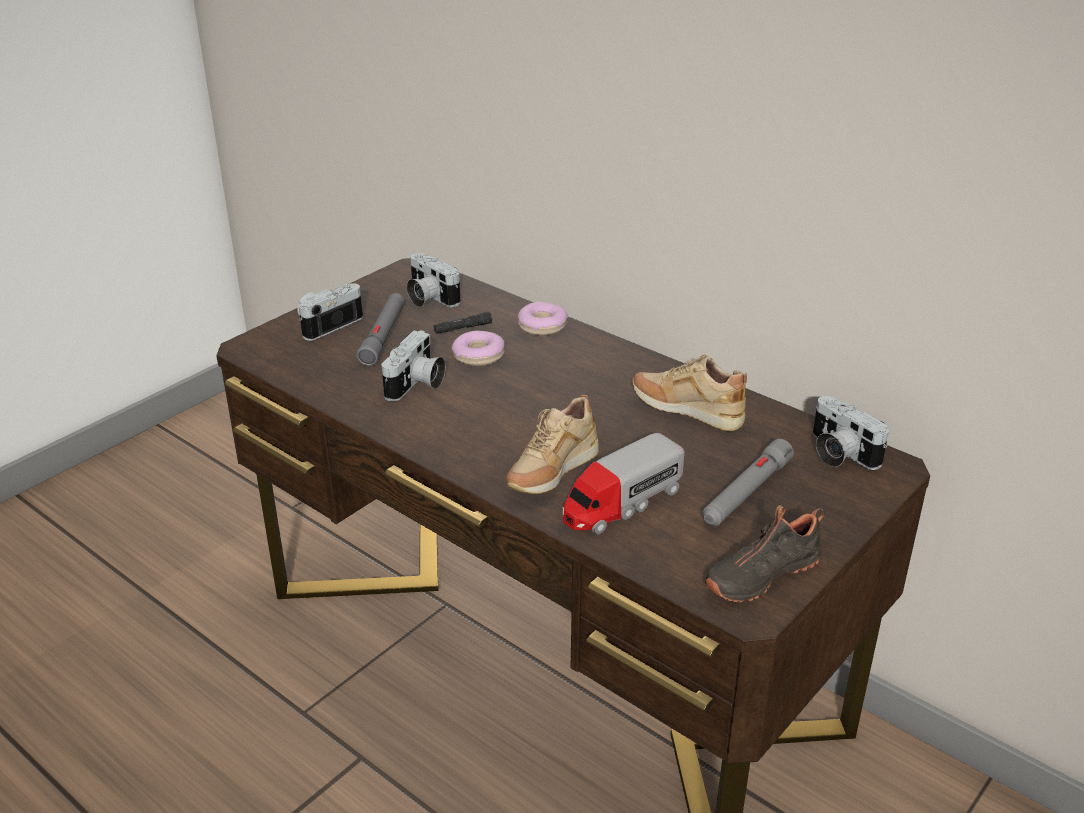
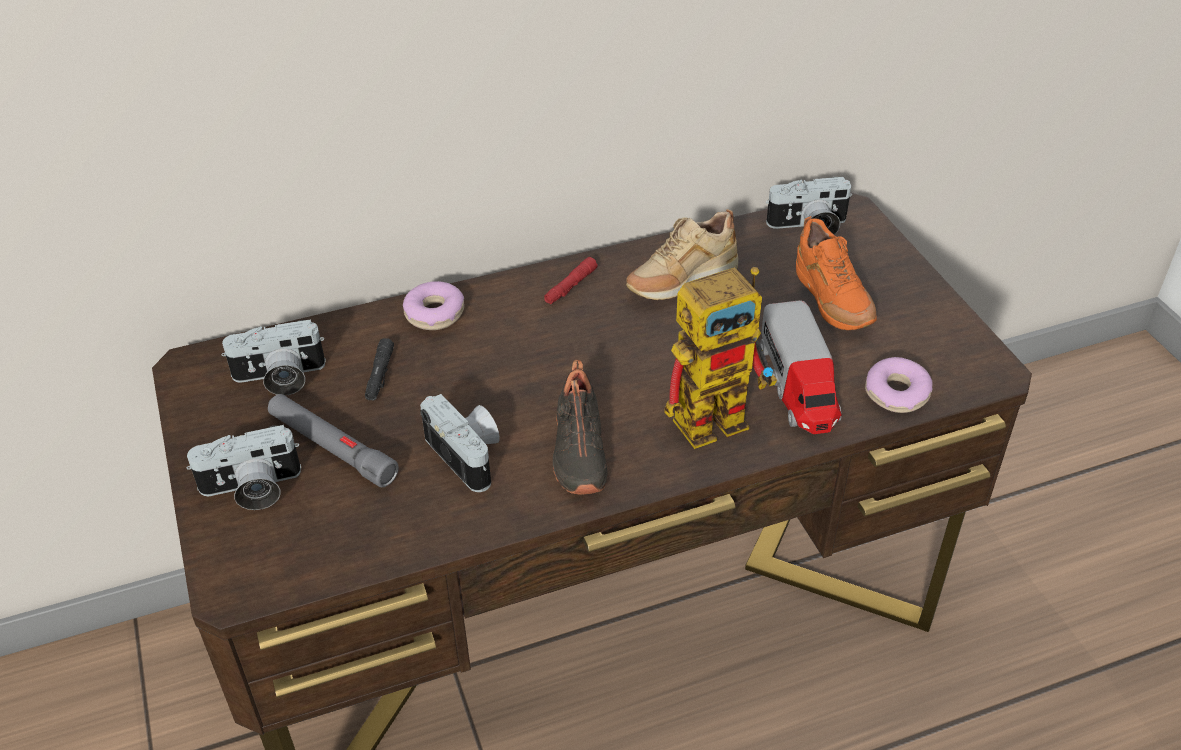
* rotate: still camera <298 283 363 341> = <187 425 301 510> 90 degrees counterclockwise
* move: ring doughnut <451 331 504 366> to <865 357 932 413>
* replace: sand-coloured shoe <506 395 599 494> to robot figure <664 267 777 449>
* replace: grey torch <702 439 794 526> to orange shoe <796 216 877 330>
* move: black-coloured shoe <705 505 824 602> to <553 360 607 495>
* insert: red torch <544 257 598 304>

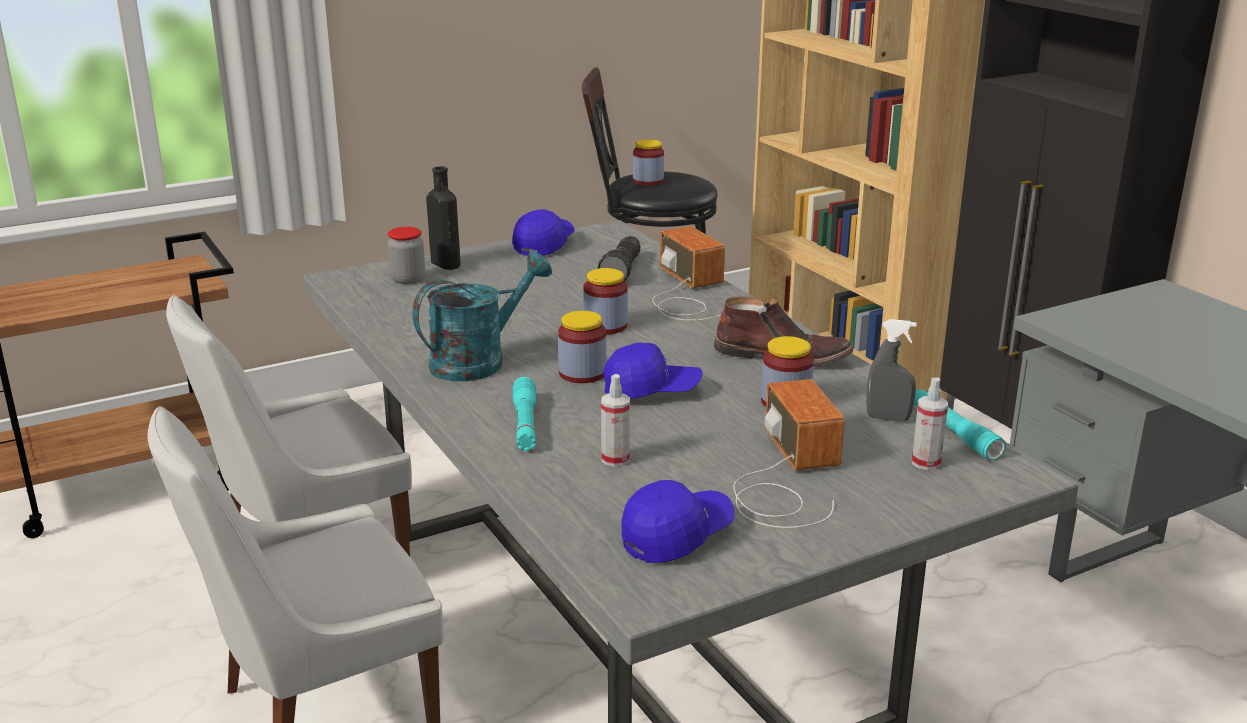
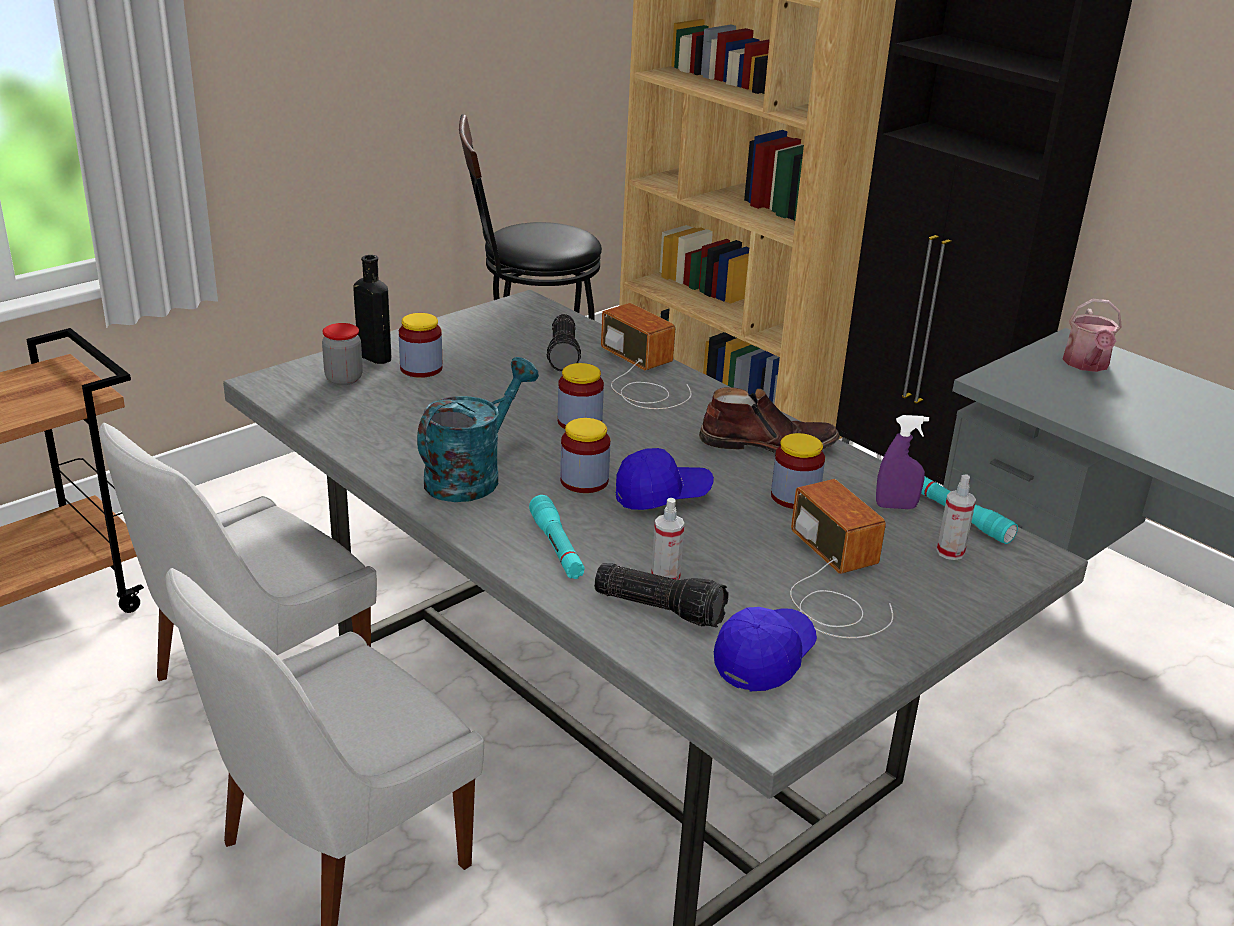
* move: jar <633 139 664 186> to <399 313 442 378>
* delete: bluish peaked cap <512 209 575 256>
* recolor: grey hand sprayer <866 319 917 422> to purple-coloured hand sprayer <876 415 929 509>
* insert: watering can <1063 299 1122 372>
* insert: torch <594 563 729 628>

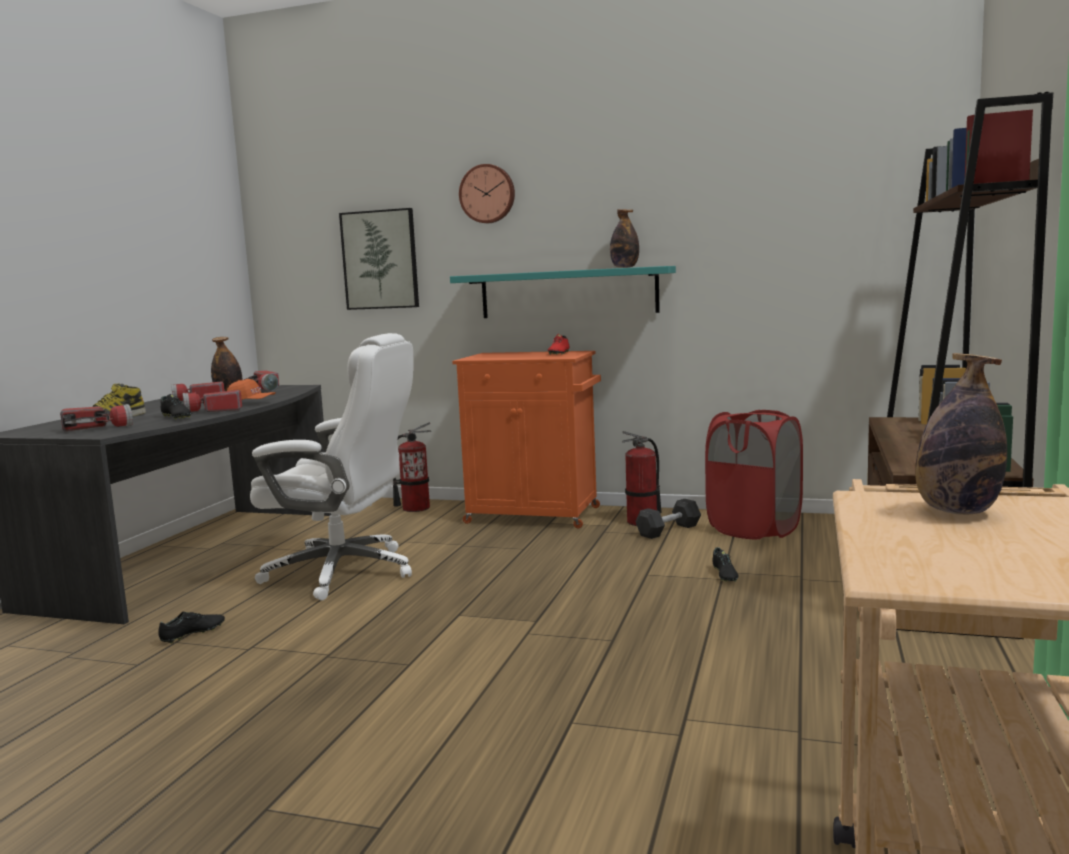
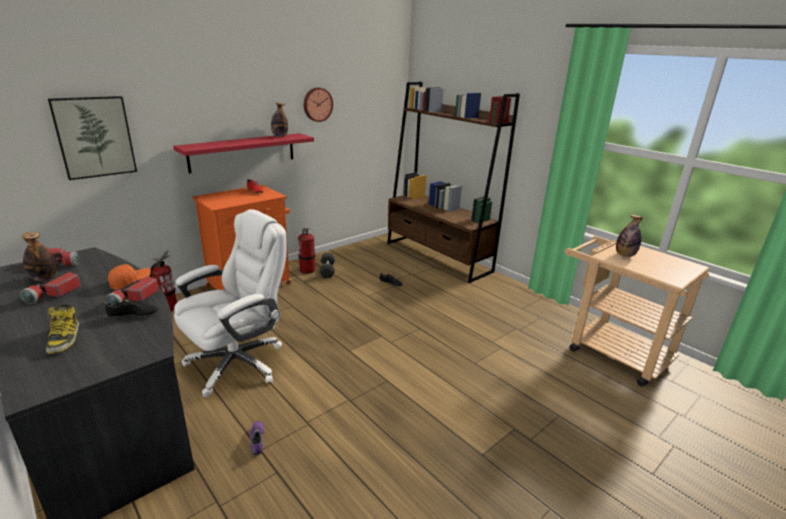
* move: wall clock <459 164 515 223> to <304 87 333 122>
* recolor: blue-green shelf <450 266 676 318> to red shelf <173 133 314 173>
* delete: torch <60 404 133 431>
* delete: red laundry basket <705 410 803 539>
* recolor: black-coloured shoe <158 612 225 644> to purple-coloured shoe <250 421 264 455>

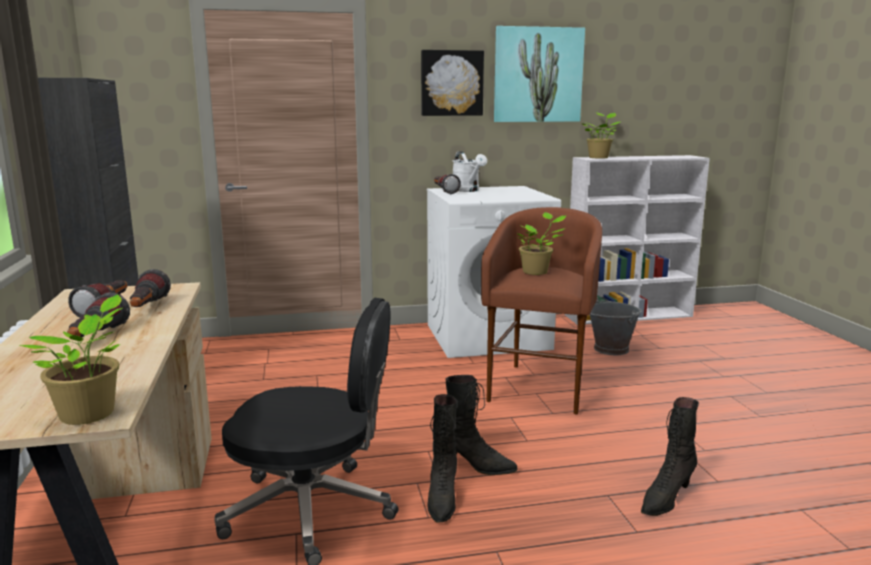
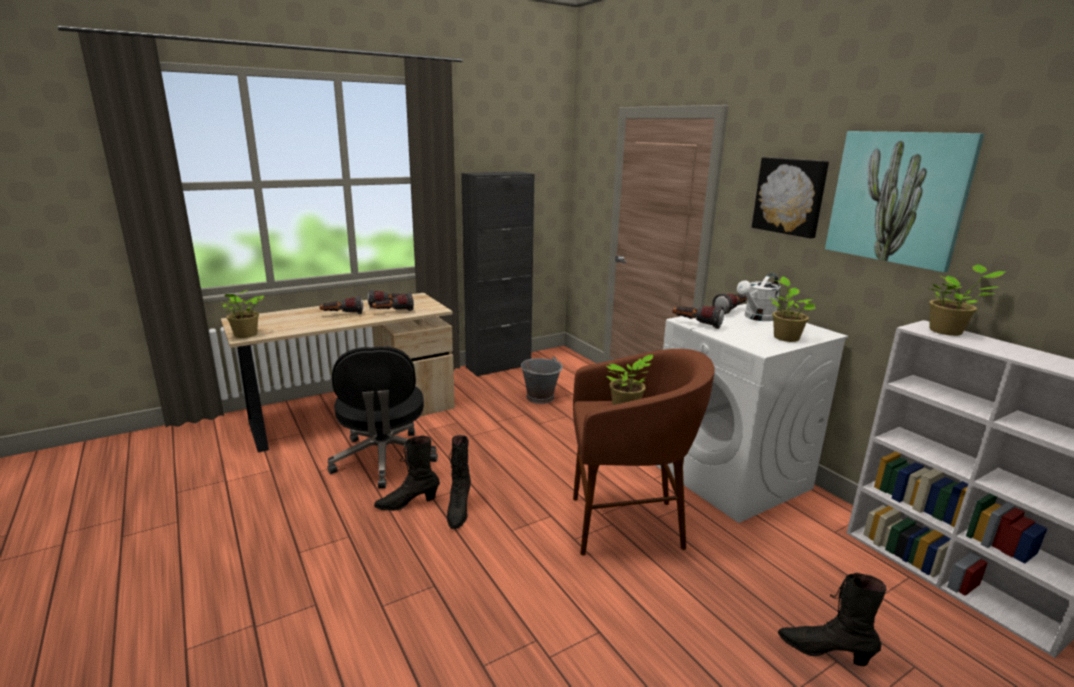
* move: grey bucket <590 298 642 355> to <521 356 563 404>
* move: black-coloured tall boot <641 397 699 516> to <778 573 887 666>
* insert: potted plant <769 276 816 342>
* insert: torch <673 306 724 329>

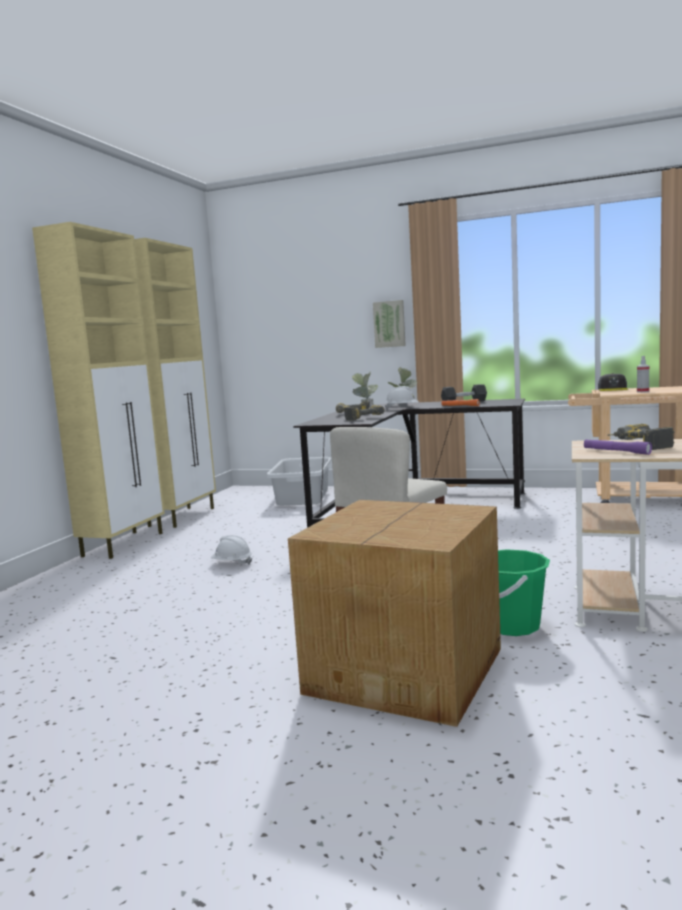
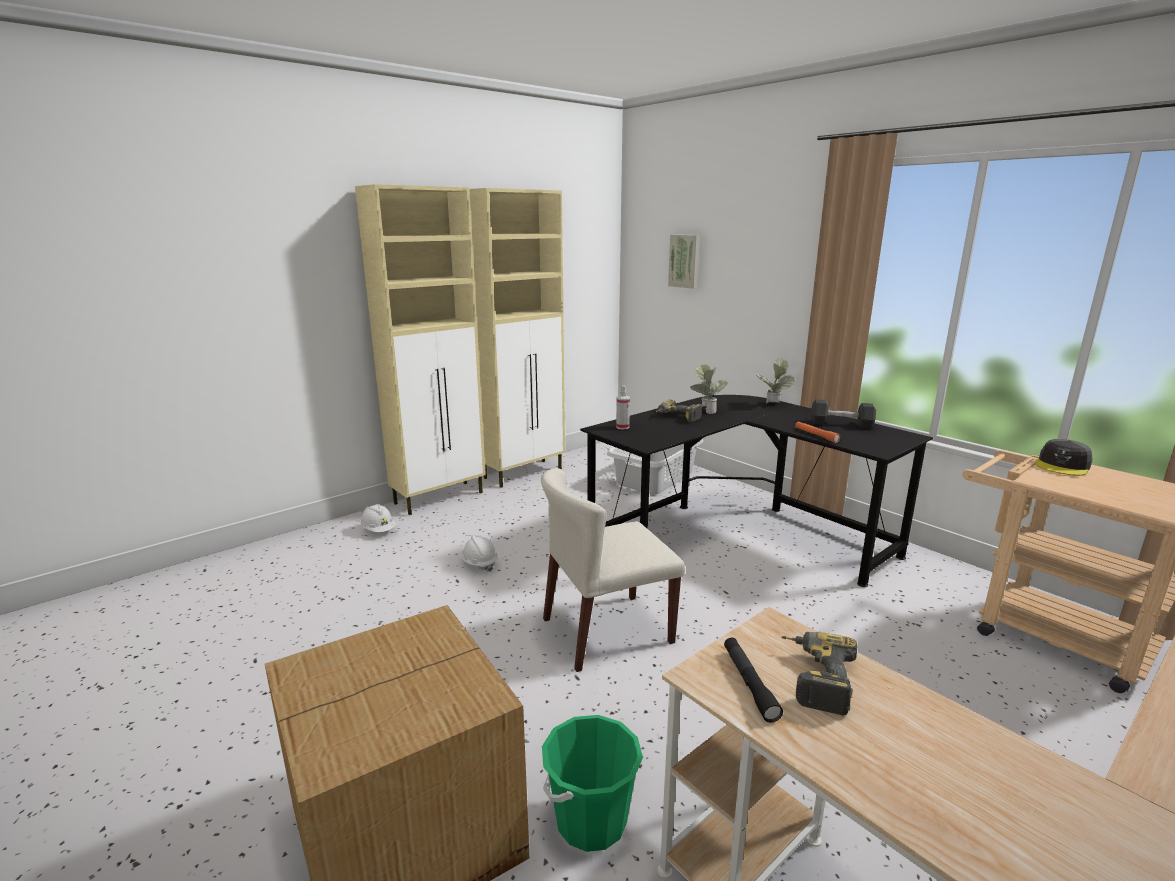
* move: wall picture <373 300 406 348> to <668 235 700 289>
* move: hand sprayer <637 356 649 393> to <616 385 630 430>
* move: white-coloured safety helmet <385 386 419 410> to <360 504 396 532>
* delete: electric drill <344 405 384 420>
* recolor: purple-coloured torch <584 439 652 455> to black-coloured torch <724 638 783 722>

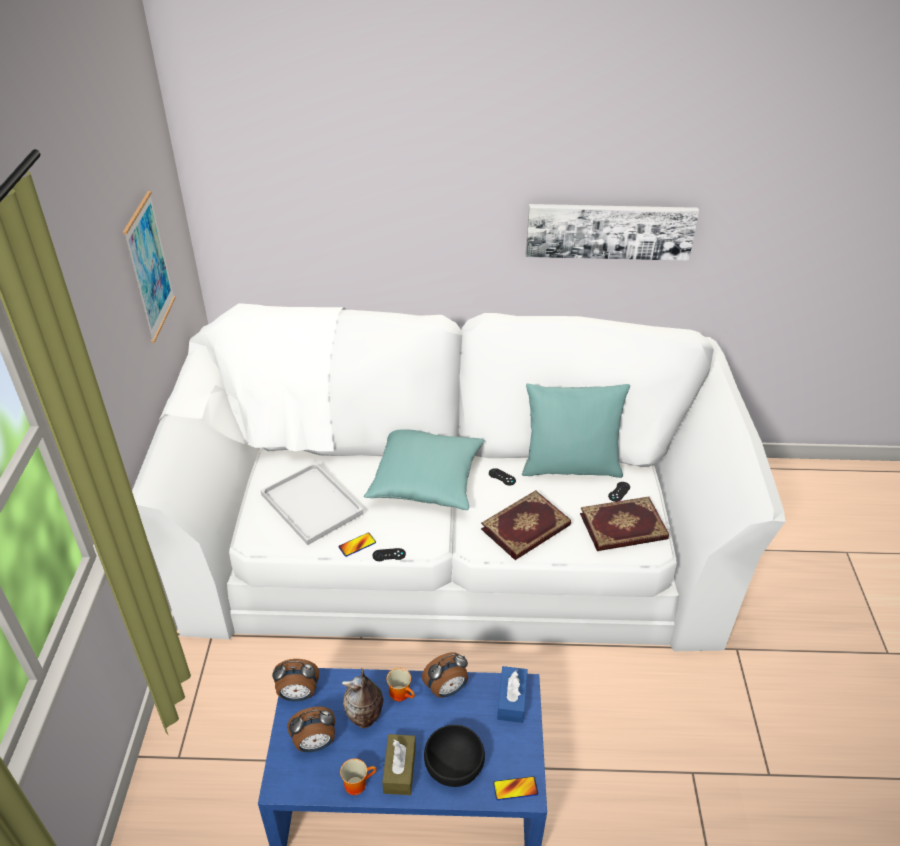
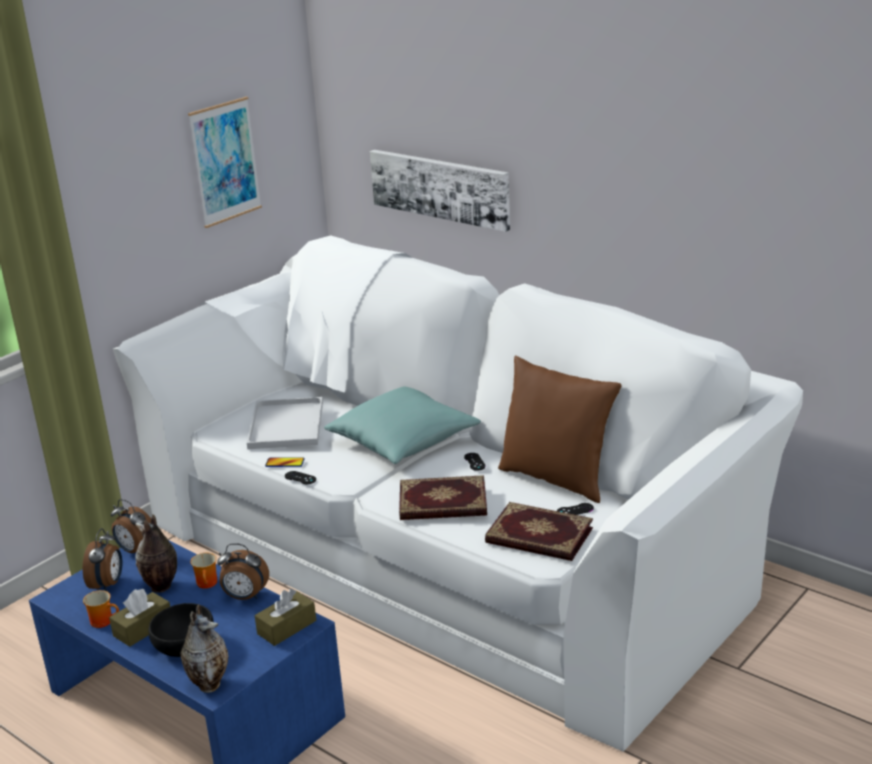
* move: wall picture <526 204 699 261> to <370 150 510 232>
* recolor: blue-green throw pillow <522 383 630 478> to brown-coloured throw pillow <498 356 622 503>
* recolor: bluish tissue holder <497 666 528 723> to brown-coloured tissue holder <255 589 316 646>
* rotate: alarm clock <287 707 335 752> = <83 528 122 591> 105 degrees counterclockwise
* replace: phone <493 776 538 800> to flower vase <181 604 228 693>

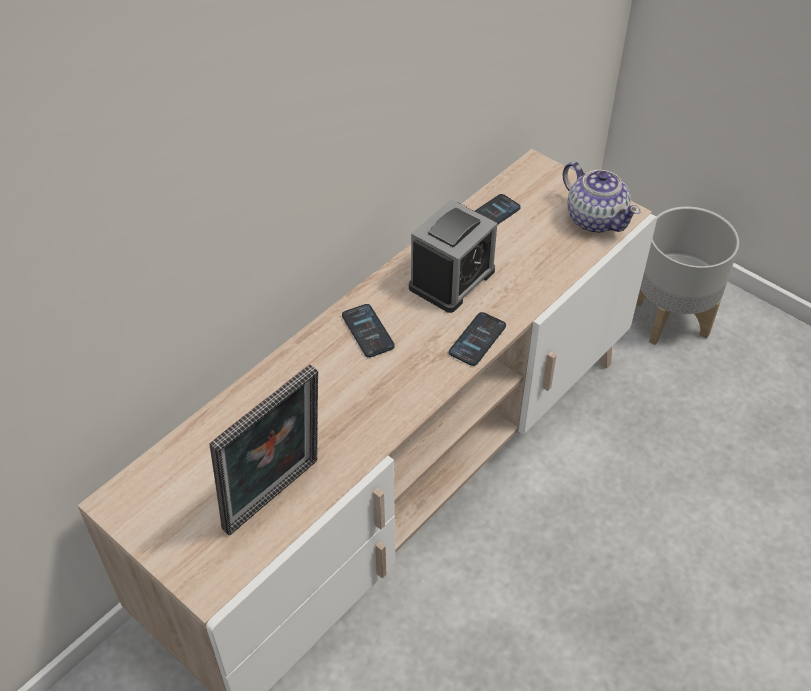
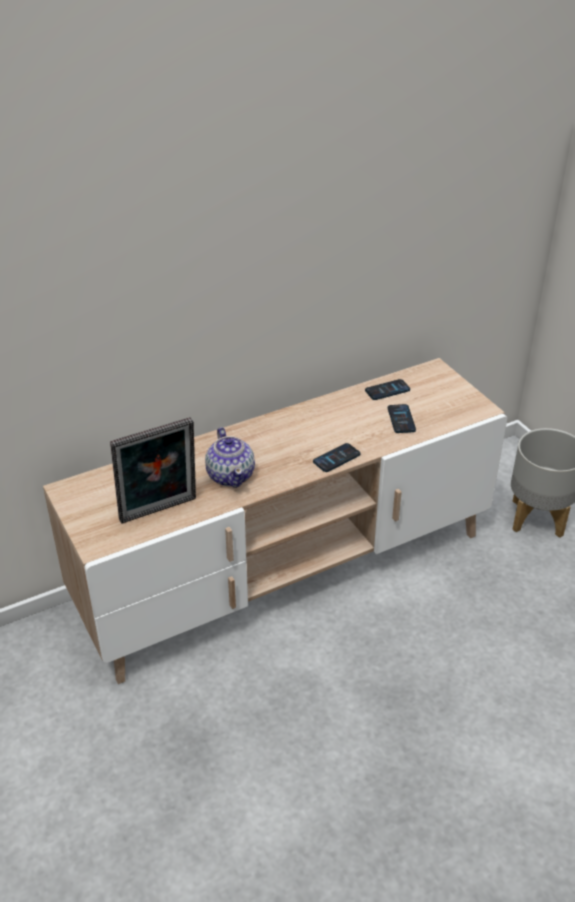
* move: pot for tea <562 162 641 233> to <205 427 255 488>
* delete: alarm clock <409 199 497 313>
* move: phone <342 304 395 358> to <388 404 416 433>

